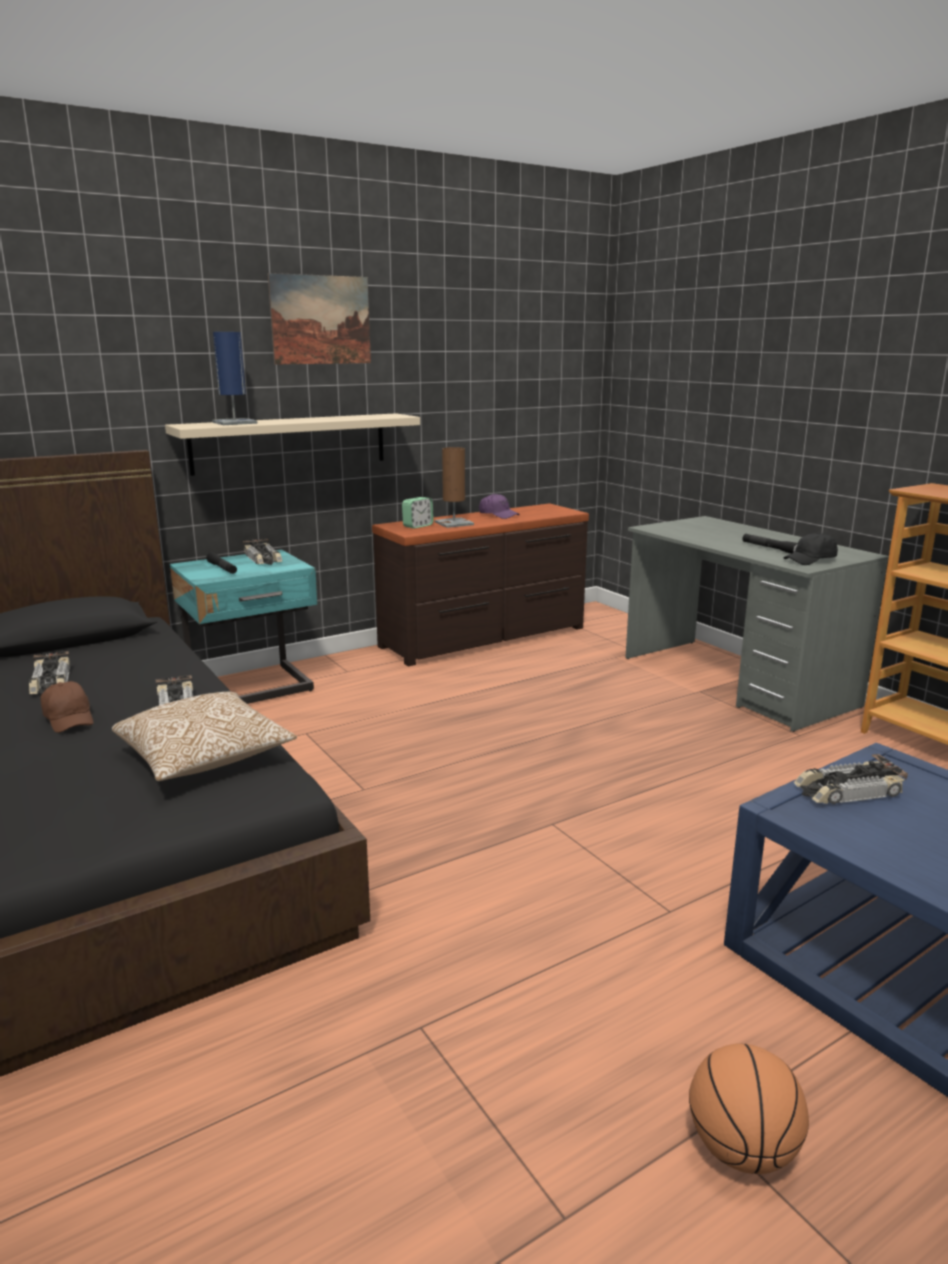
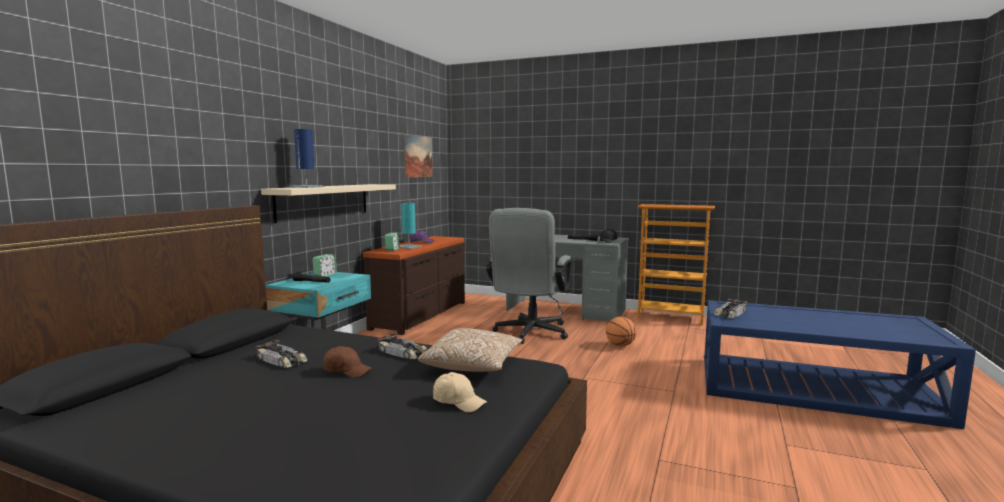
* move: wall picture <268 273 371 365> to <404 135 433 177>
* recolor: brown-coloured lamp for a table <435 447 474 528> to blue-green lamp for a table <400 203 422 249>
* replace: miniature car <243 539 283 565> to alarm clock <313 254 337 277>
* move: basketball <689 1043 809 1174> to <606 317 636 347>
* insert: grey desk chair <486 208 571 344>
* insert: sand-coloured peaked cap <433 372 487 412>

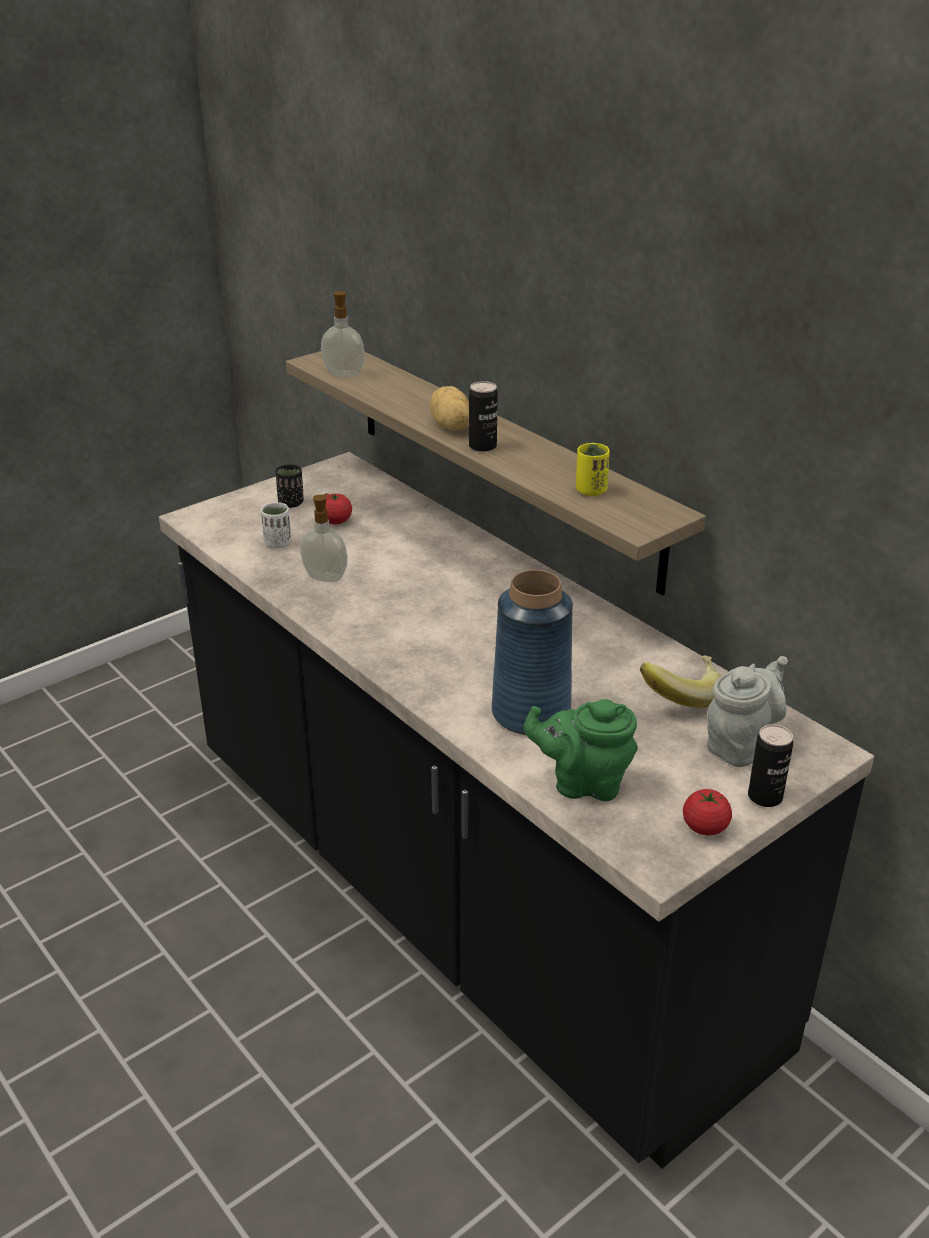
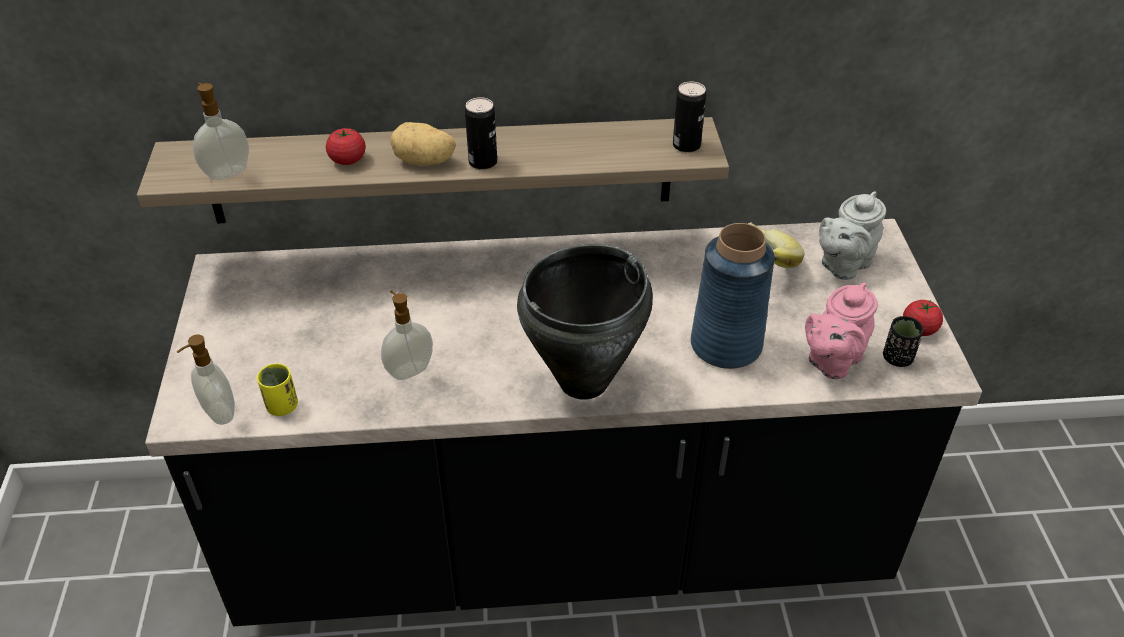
* move: yellow-coloured cup <576 443 610 496> to <257 363 298 416>
* move: black-coloured cup <275 464 304 508> to <883 316 924 367>
* move: tomato <325 493 352 524> to <326 128 366 165>
* delete: white-coloured cup <261 502 291 548>
* rotate: grey pot for tea <707 656 788 767> = <819 191 886 280> 120 degrees counterclockwise
* recolor: green pot for tea <524 699 638 801> to pinkish pot for tea <805 283 878 379>
* move: sealed can <748 724 793 807> to <673 82 706 153>
* insert: black-coloured cooking pot <517 244 653 400>
* insert: soap dispenser <177 335 235 425>

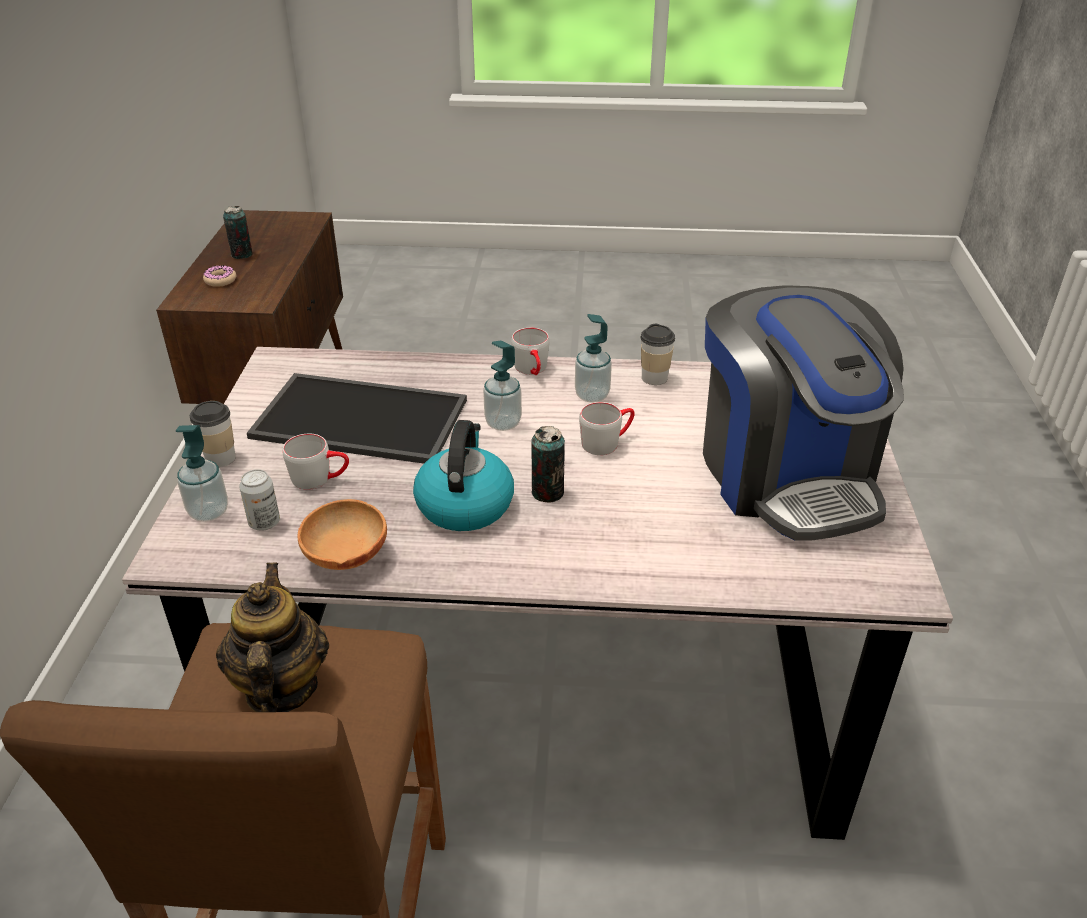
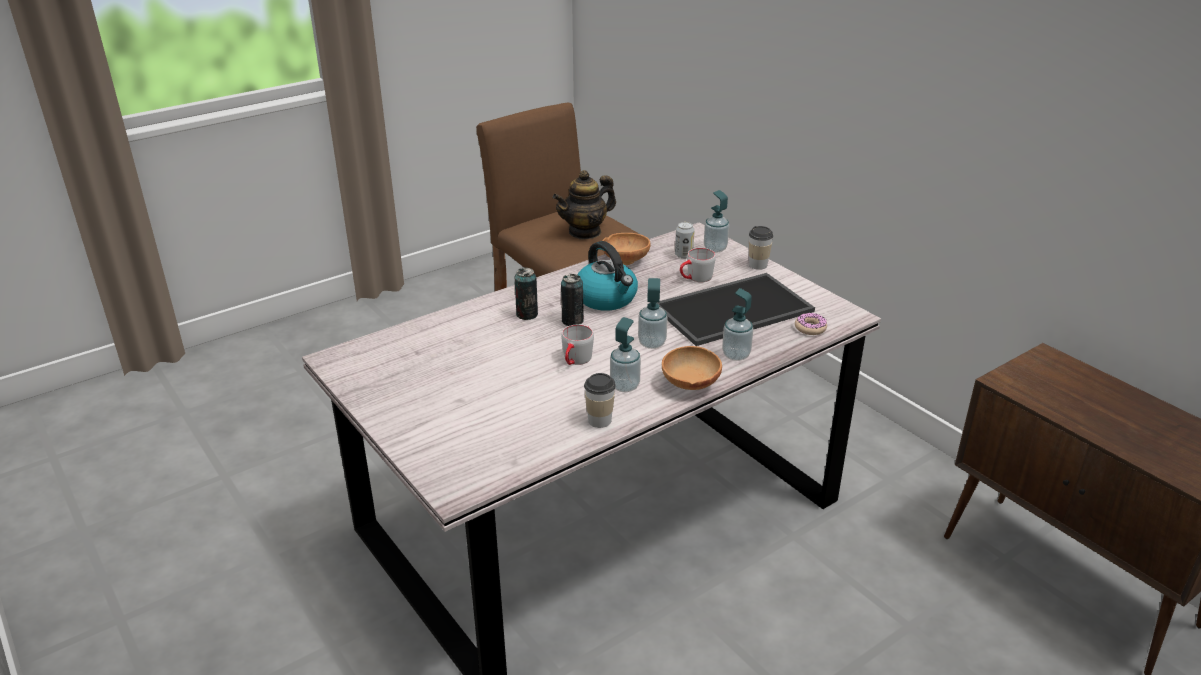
* move: sealed can <223 206 253 259> to <515 267 538 320>
* move: ring doughnut <203 266 236 287> to <795 313 827 335>
* delete: coffee machine <703 285 904 541>
* replace: grey mug <511 328 550 375> to brown-coloured bowl <662 346 722 390>
* rotate: pot for tea <216 562 329 712> = <552 170 616 240> 105 degrees clockwise
* insert: soap dispenser <722 288 753 361>

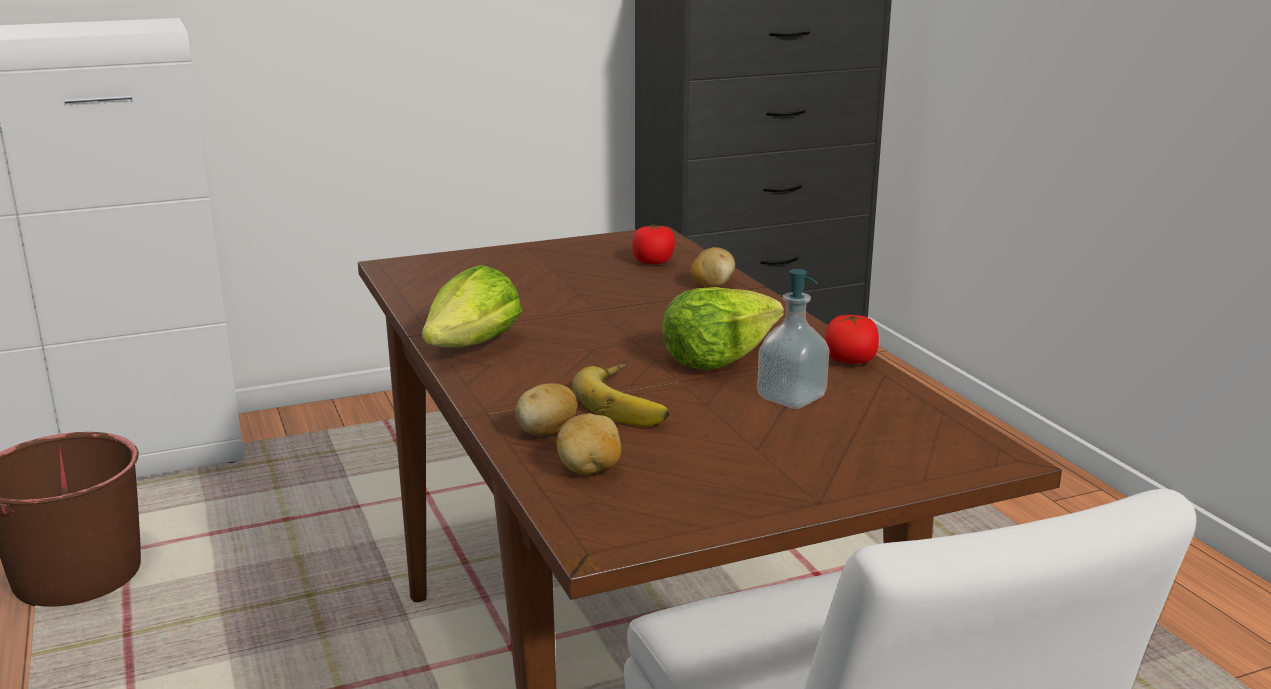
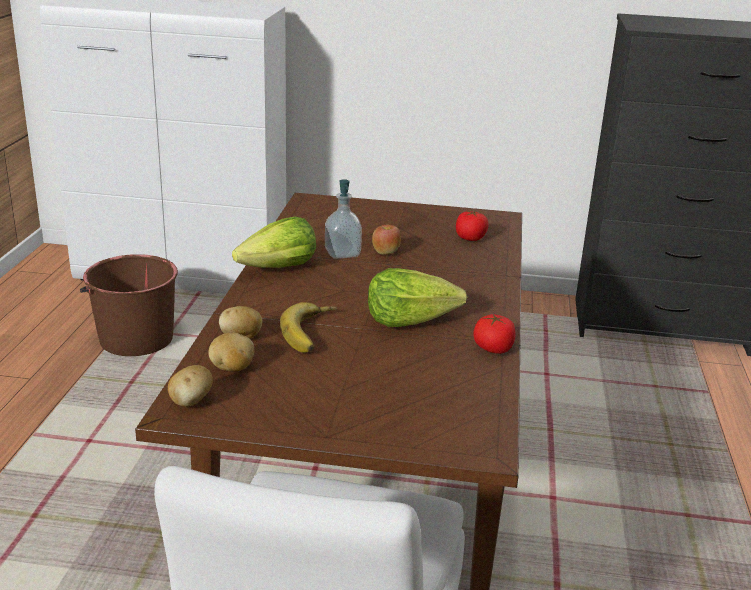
* move: whole potato <691 247 735 288> to <168 365 213 407>
* move: soap dispenser <757 269 830 409> to <325 179 362 259>
* insert: apple fruit <372 225 401 255>

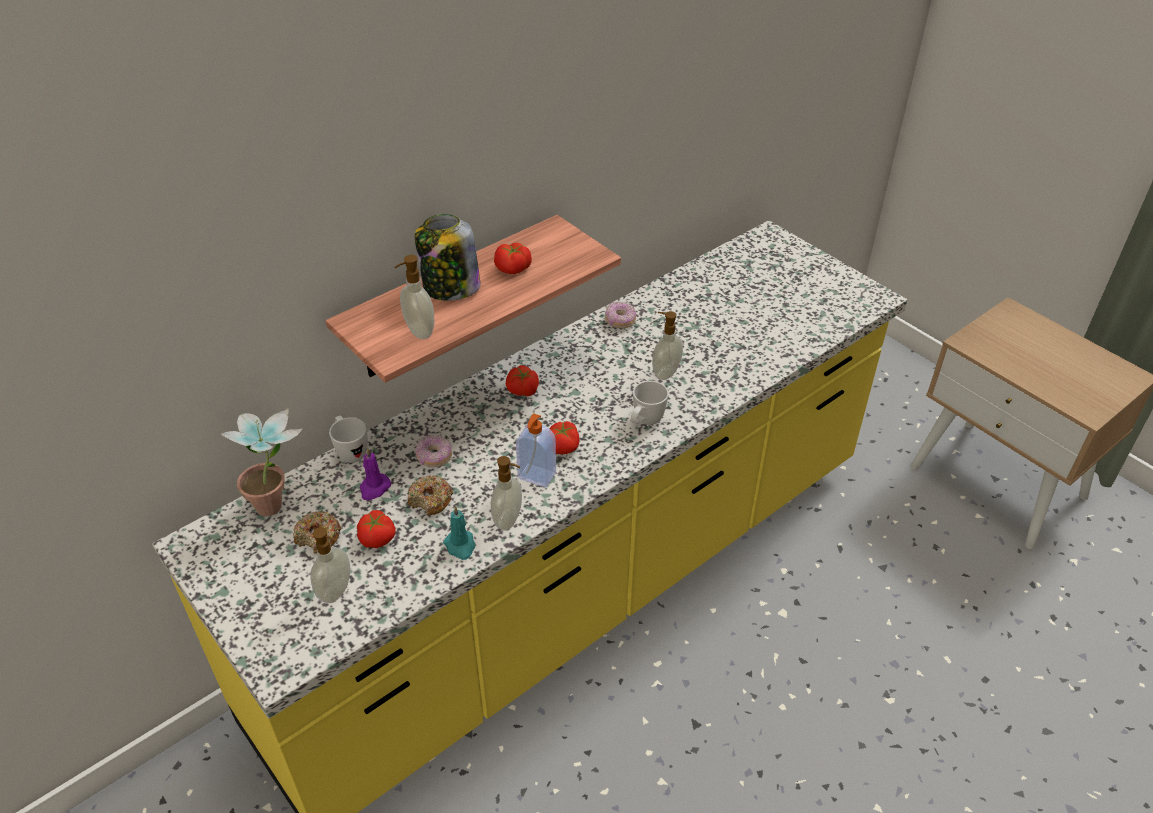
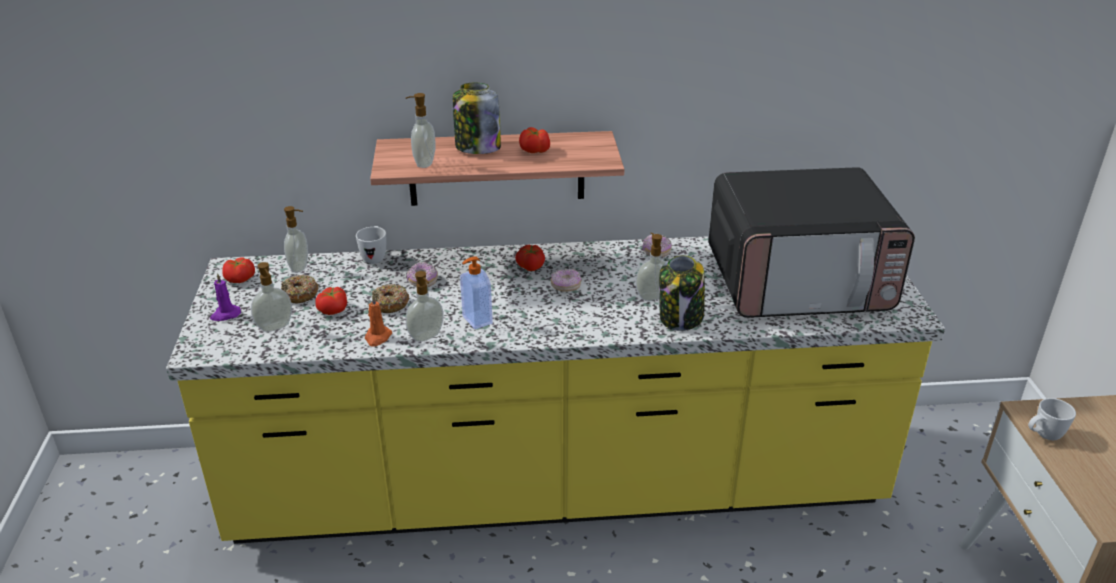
* move: white-coloured mug <631 381 669 425> to <1028 398 1076 440>
* replace: potted plant <221 408 303 516> to soap dispenser <284 206 308 273>
* move: tomato <550 421 580 454> to <222 257 255 283>
* move: purple-coloured wax candle <360 448 391 500> to <210 273 241 321>
* recolor: blue-green wax candle <443 506 475 560> to orange wax candle <365 295 392 347>
* insert: kitchen microwave <709 167 915 318>
* insert: jar <659 255 705 331>
* insert: ring doughnut <551 269 582 292>

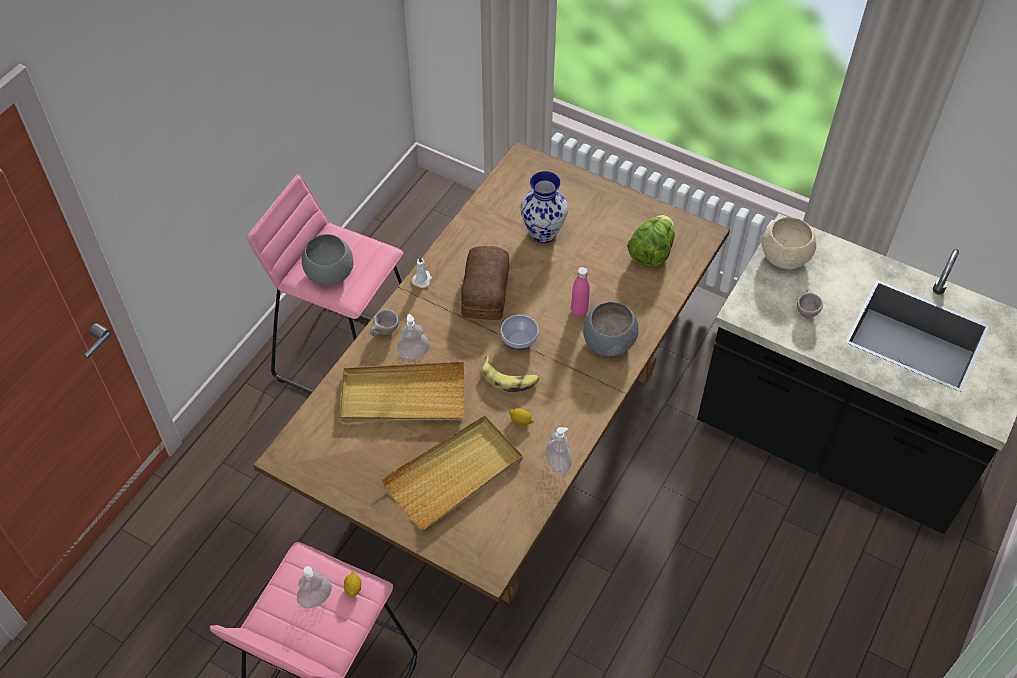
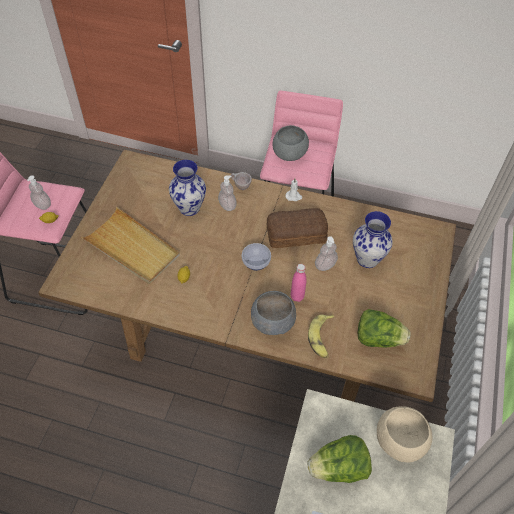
* replace: sand-coloured cup <797 288 823 318> to lettuce head <307 435 372 483>
* move: whole banana <482 356 539 392> to <308 315 335 358>
* replace: sand-coloured serving tray <340 361 464 423> to flower vase <169 160 206 216>
* move: soap dispenser <546 427 572 473> to <315 236 338 271>

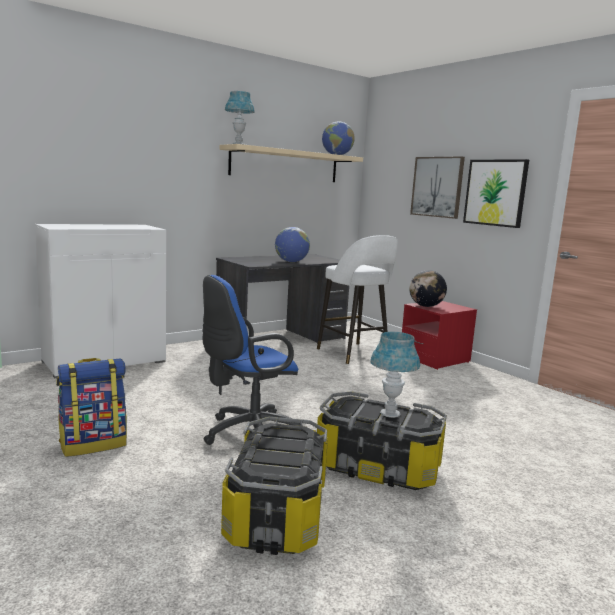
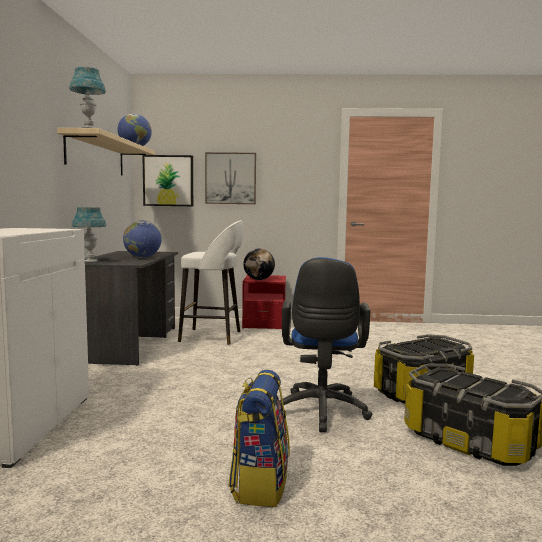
* move: wall picture <463 159 529 228> to <142 155 193 206>
* move: bluish lamp for a table <370 332 420 418> to <72 207 106 262>

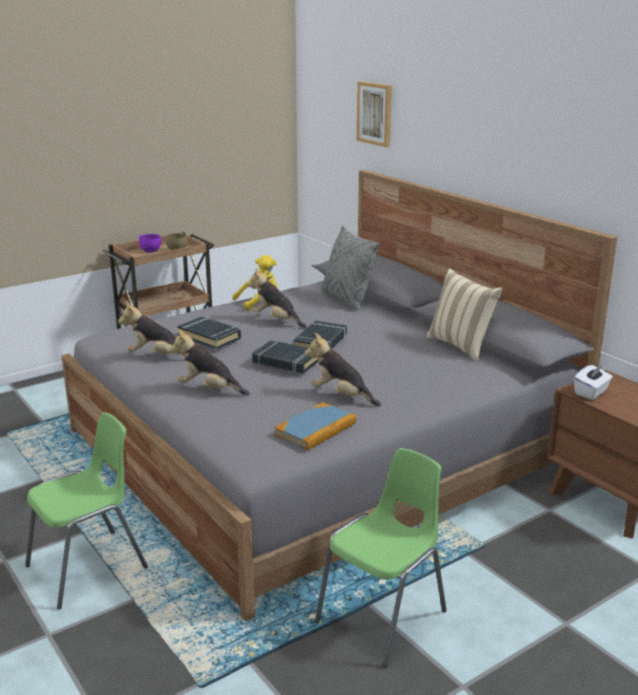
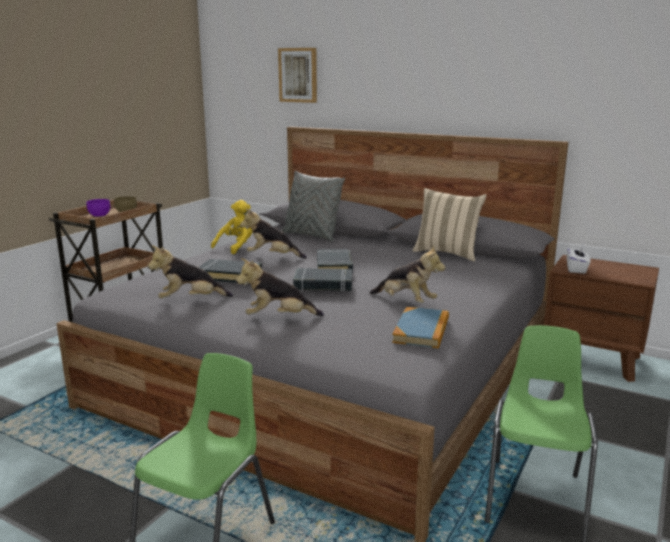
* rotate: cuddly toy <305 333 381 406> = <370 245 445 303> 150 degrees counterclockwise

